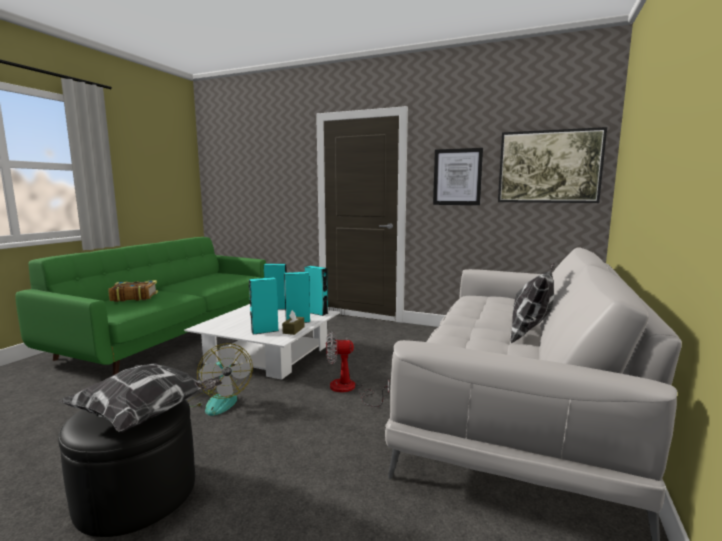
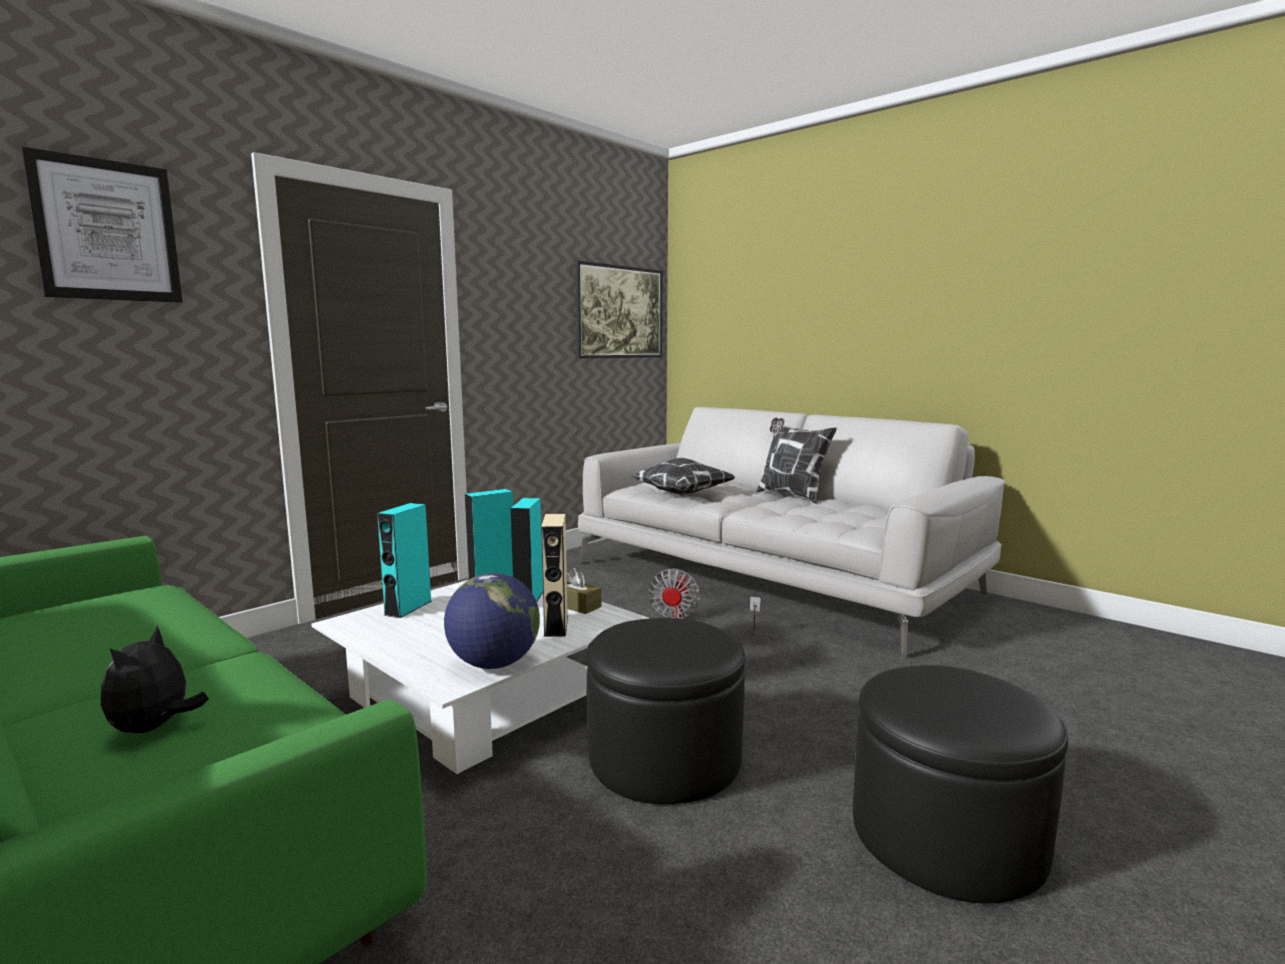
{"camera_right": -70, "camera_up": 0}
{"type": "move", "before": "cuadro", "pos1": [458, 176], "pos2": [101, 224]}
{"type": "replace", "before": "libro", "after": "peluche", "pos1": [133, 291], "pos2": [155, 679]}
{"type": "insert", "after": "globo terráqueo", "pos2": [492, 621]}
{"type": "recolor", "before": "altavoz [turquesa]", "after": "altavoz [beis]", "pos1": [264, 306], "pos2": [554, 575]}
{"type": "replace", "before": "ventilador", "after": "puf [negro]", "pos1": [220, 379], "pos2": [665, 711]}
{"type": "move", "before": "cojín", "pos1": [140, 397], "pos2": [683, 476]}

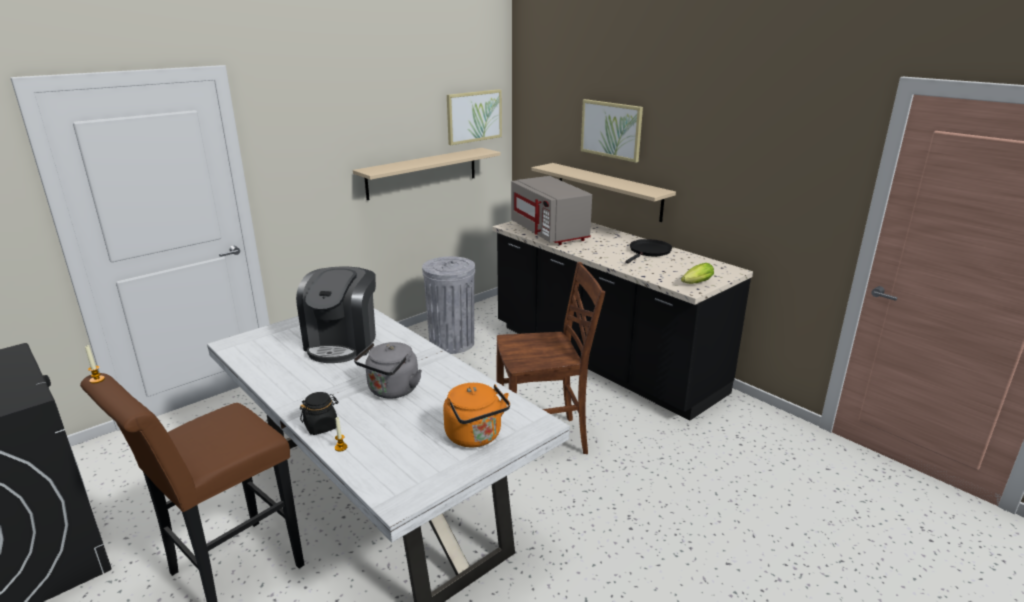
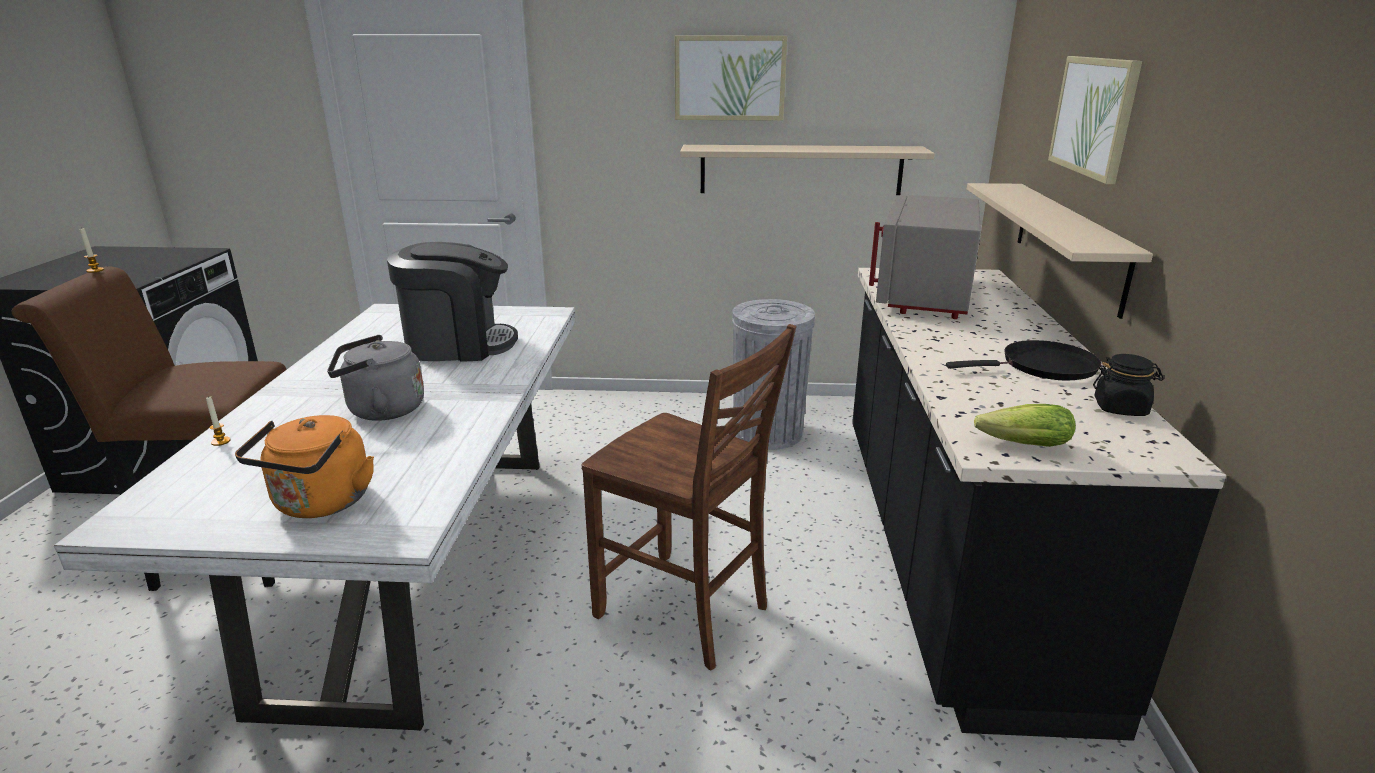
{"camera_right": 45, "camera_up": 0}
{"type": "rotate", "before": "cafetera", "pos1": [336, 315], "pos2": [452, 302], "turn": -150}
{"type": "move", "before": "cuadro", "pos1": [474, 117], "pos2": [731, 78]}
{"type": "move", "before": "tarro [negro]", "pos1": [319, 413], "pos2": [1128, 385]}

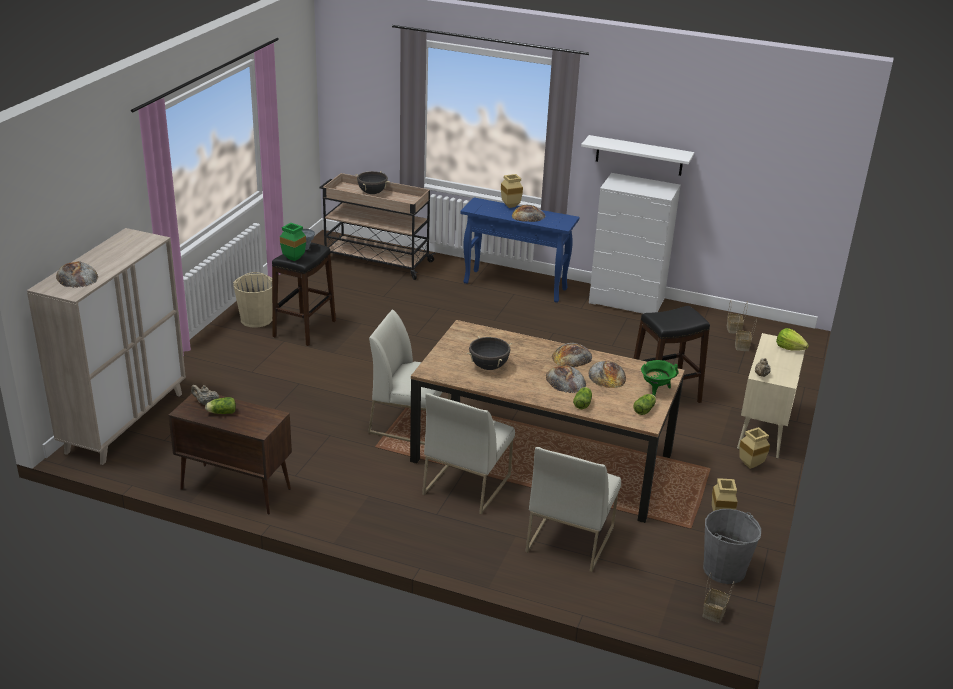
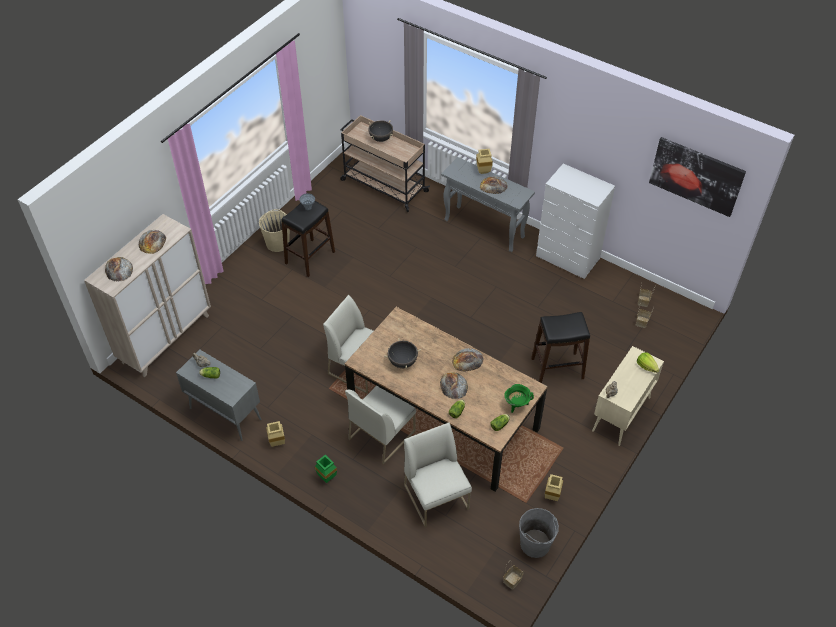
{"camera_right": 15, "camera_up": 20}
{"type": "move", "before": "pan", "pos1": [607, 374], "pos2": [152, 242]}
{"type": "recolor", "before": "armario [marrón]", "after": "armario [gris]", "pos1": [230, 452], "pos2": [219, 395]}
{"type": "move", "before": "florero [beis]", "pos1": [754, 448], "pos2": [275, 434]}
{"type": "move", "before": "florero [verde]", "pos1": [293, 242], "pos2": [326, 469]}
{"type": "rotate", "before": "silla [blanco]", "pos1": [573, 509], "pos2": [438, 474], "turn": 120}
{"type": "recolor", "before": "mesa consola [azul]", "after": "mesa consola [gris]", "pos1": [519, 250], "pos2": [488, 204]}
{"type": "insert", "after": "cuadro", "pos2": [697, 177]}
{"type": "delete", "before": "estante [blanco]", "pos1": [637, 155]}

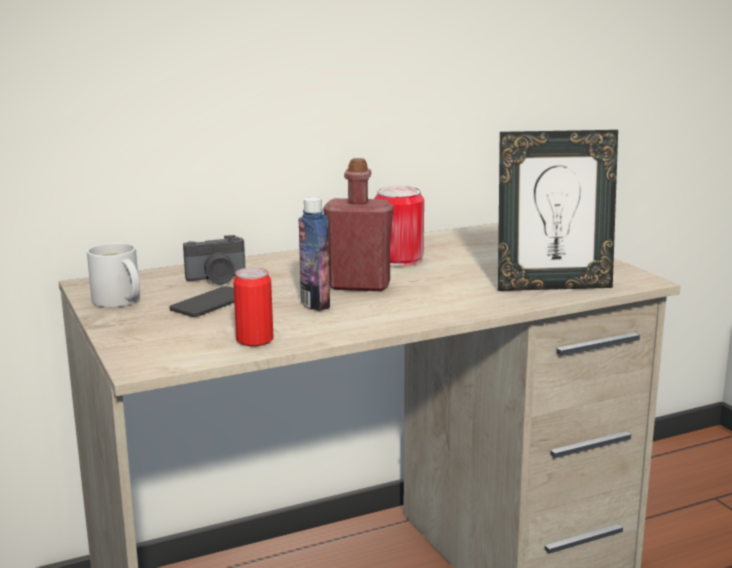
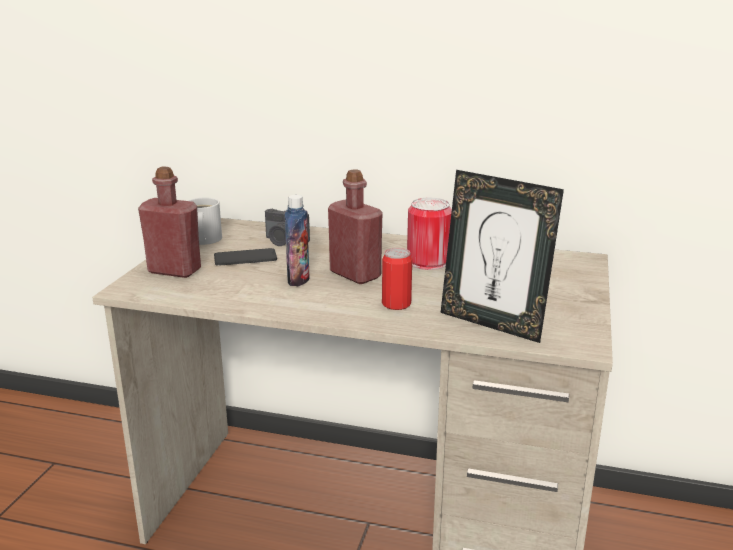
{"camera_right": 40, "camera_up": 5}
{"type": "insert", "after": "botella [rojo]", "pos2": [169, 222]}
{"type": "move", "before": "lata", "pos1": [253, 306], "pos2": [397, 279]}

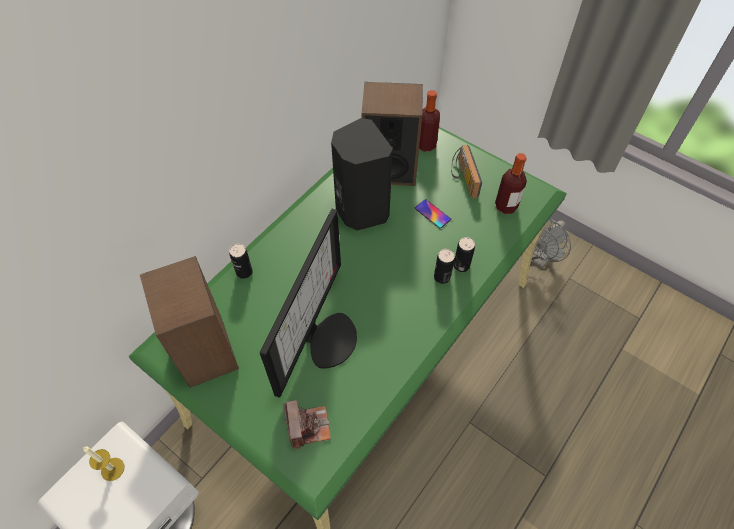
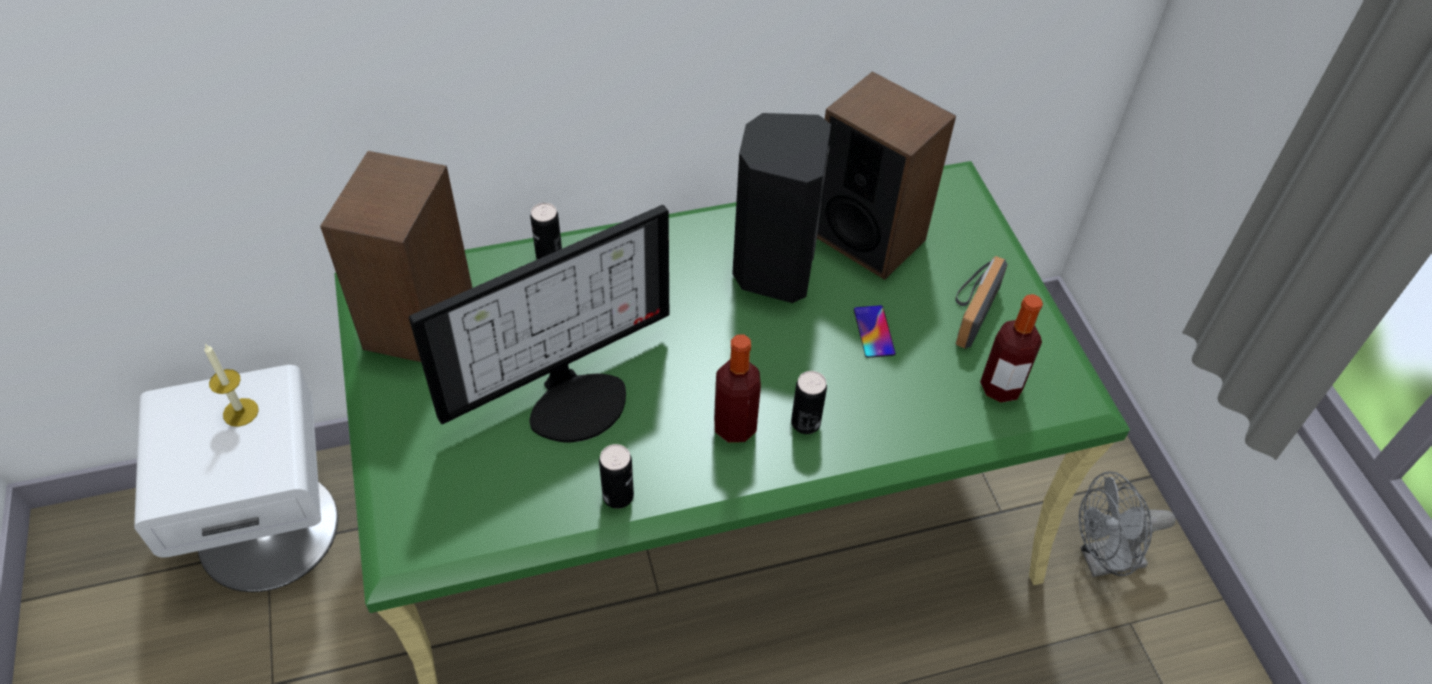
{"camera_right": 35, "camera_up": -5}
{"type": "move", "before": "lata", "pos1": [464, 254], "pos2": [616, 476]}
{"type": "move", "before": "botella", "pos1": [429, 121], "pos2": [737, 388]}
{"type": "delete", "before": "cámara", "pos1": [307, 424]}

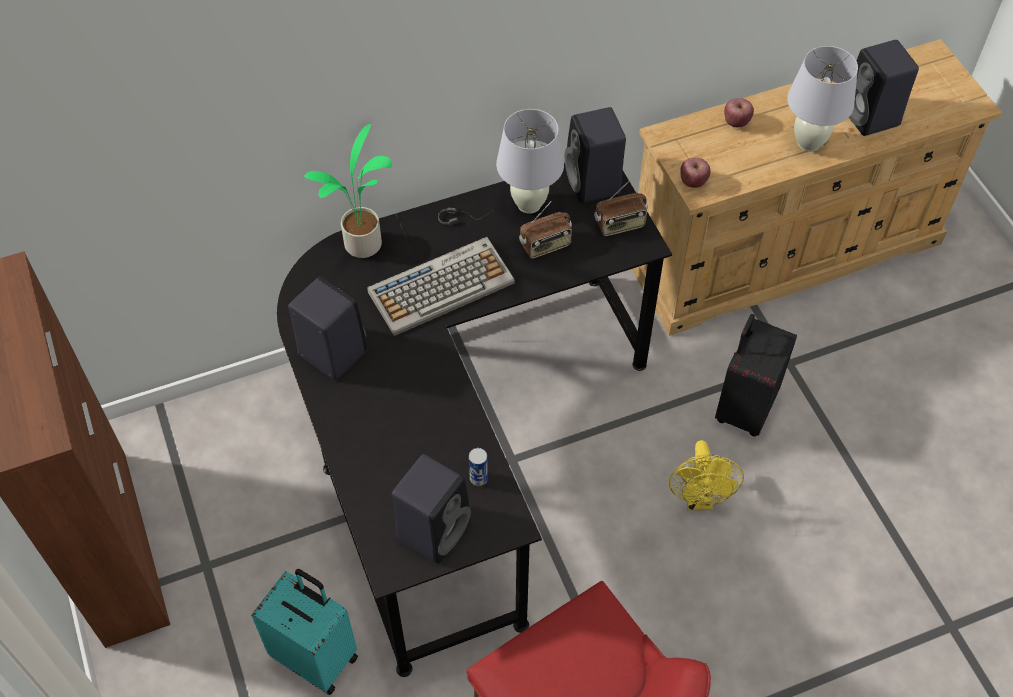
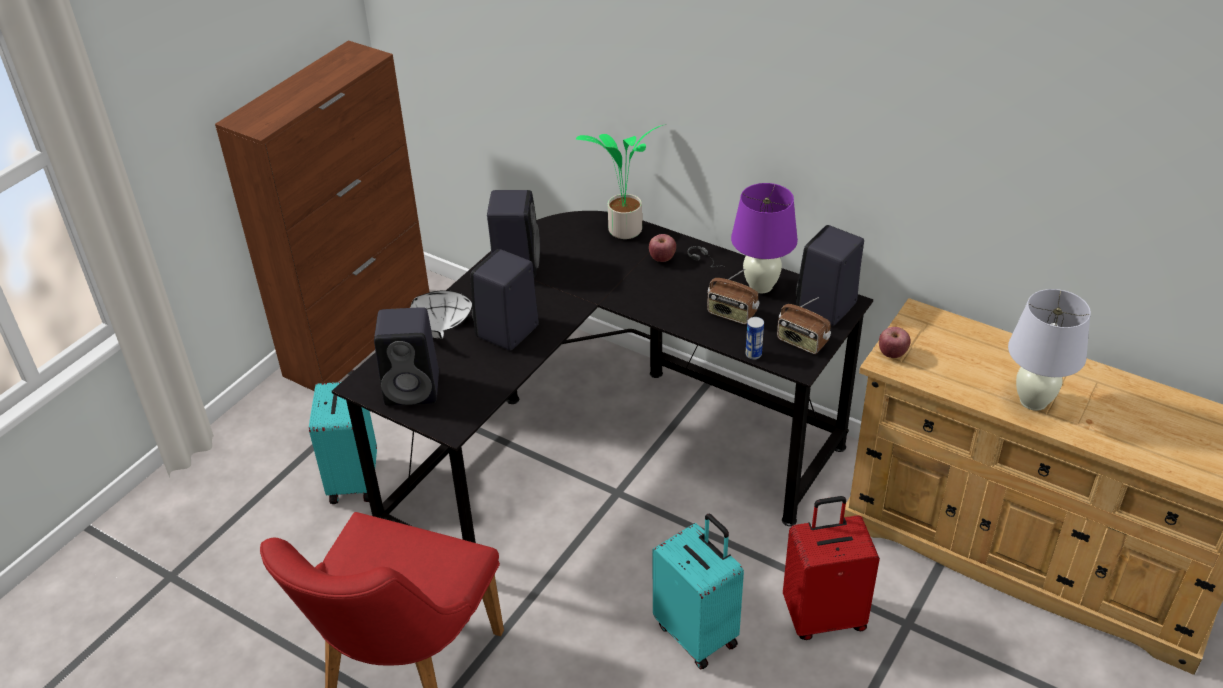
{"camera_right": 55, "camera_up": -15}
{"type": "insert", "after": "cuenco [blanco]", "pos2": [441, 314]}
{"type": "move", "before": "altavoz [negro]", "pos1": [884, 88], "pos2": [505, 299]}
{"type": "move", "before": "manzana", "pos1": [739, 112], "pos2": [662, 248]}
{"type": "replace", "before": "ventilador [amarillo]", "after": "maleta [turquesa]", "pos1": [706, 475], "pos2": [698, 591]}
{"type": "recolor", "before": "lámpara de mesa [blanco]", "after": "lámpara de mesa [morado]", "pos1": [530, 161], "pos2": [764, 238]}
{"type": "move", "before": "lata", "pos1": [478, 467], "pos2": [754, 338]}
{"type": "recolor", "before": "maleta [negro]", "after": "maleta [rojo]", "pos1": [756, 375], "pos2": [831, 568]}
{"type": "delete", "before": "teclado", "pos1": [441, 286]}

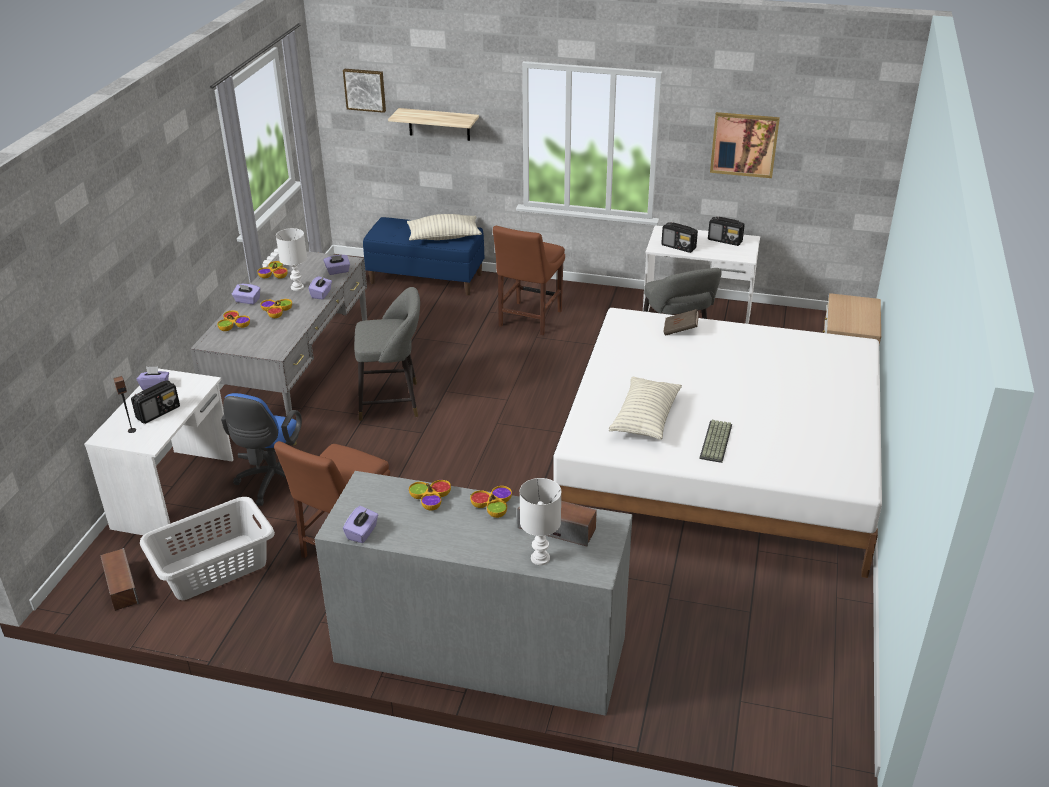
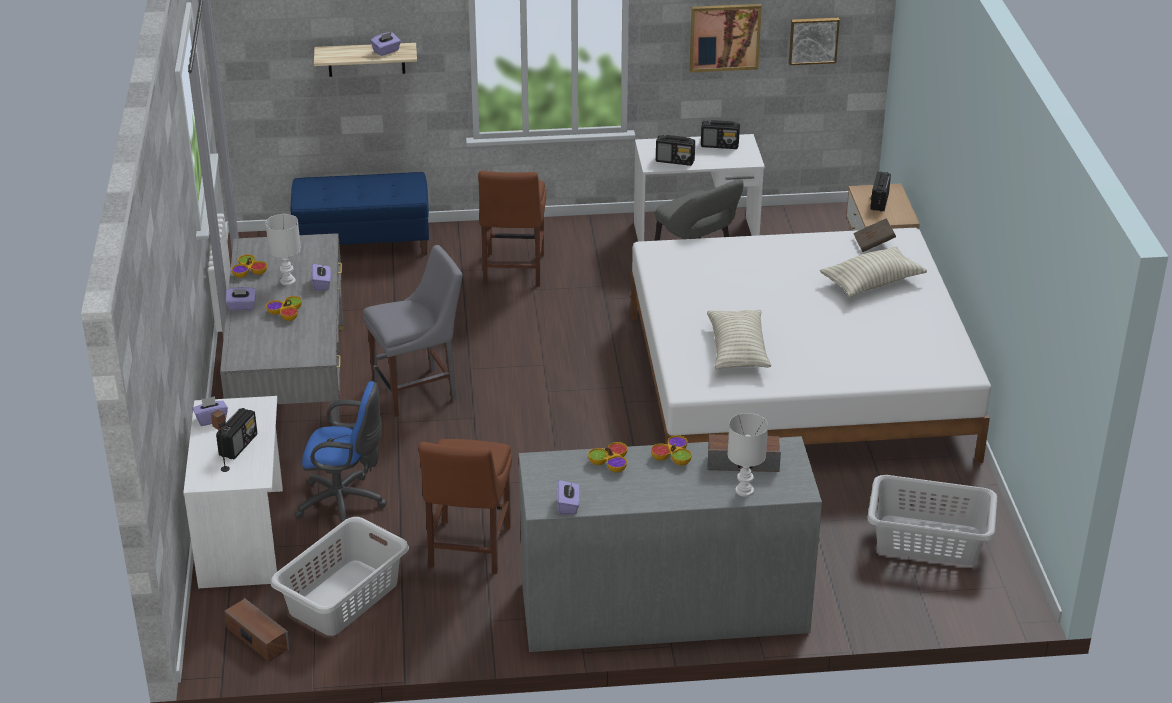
{"camera_right": -20, "camera_up": 0}
{"type": "rotate", "before": "silla de oficina [azul]", "pos1": [261, 449], "pos2": [340, 452], "turn": -75}
{"type": "replace", "before": "taburete [gris]", "after": "silla [gris]", "pos1": [387, 354], "pos2": [413, 331]}
{"type": "move", "before": "caja de pañuelos [morado]", "pos1": [336, 265], "pos2": [385, 44]}
{"type": "move", "before": "cuadro", "pos1": [364, 91], "pos2": [814, 41]}
{"type": "move", "before": "cojín", "pos1": [444, 227], "pos2": [873, 271]}
{"type": "move", "before": "libro [marrón]", "pos1": [681, 322], "pos2": [874, 235]}
{"type": "insert", "after": "cesto de la ropa [gris]", "pos2": [932, 520]}
{"type": "insert", "after": "radio", "pos2": [880, 191]}
{"type": "delete", "before": "cuenco", "pos1": [233, 320]}
{"type": "delete", "before": "teclado", "pos1": [715, 441]}

